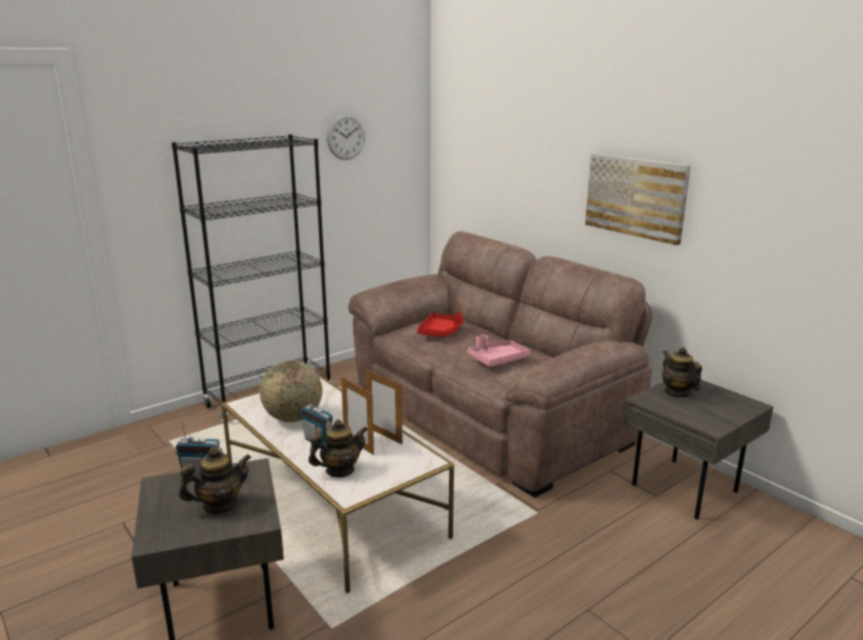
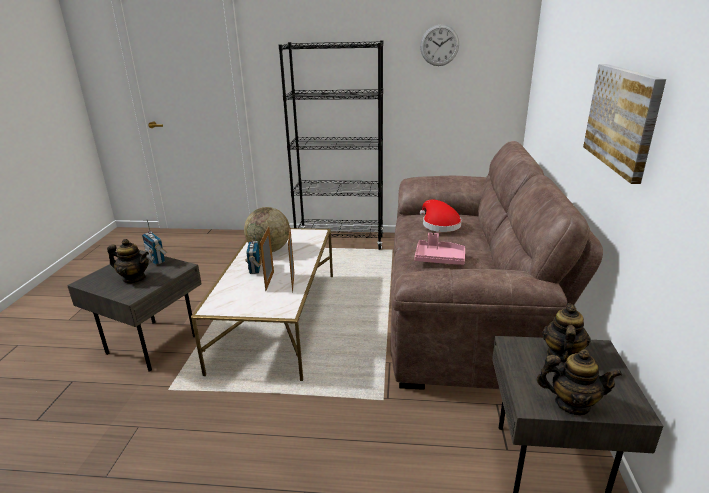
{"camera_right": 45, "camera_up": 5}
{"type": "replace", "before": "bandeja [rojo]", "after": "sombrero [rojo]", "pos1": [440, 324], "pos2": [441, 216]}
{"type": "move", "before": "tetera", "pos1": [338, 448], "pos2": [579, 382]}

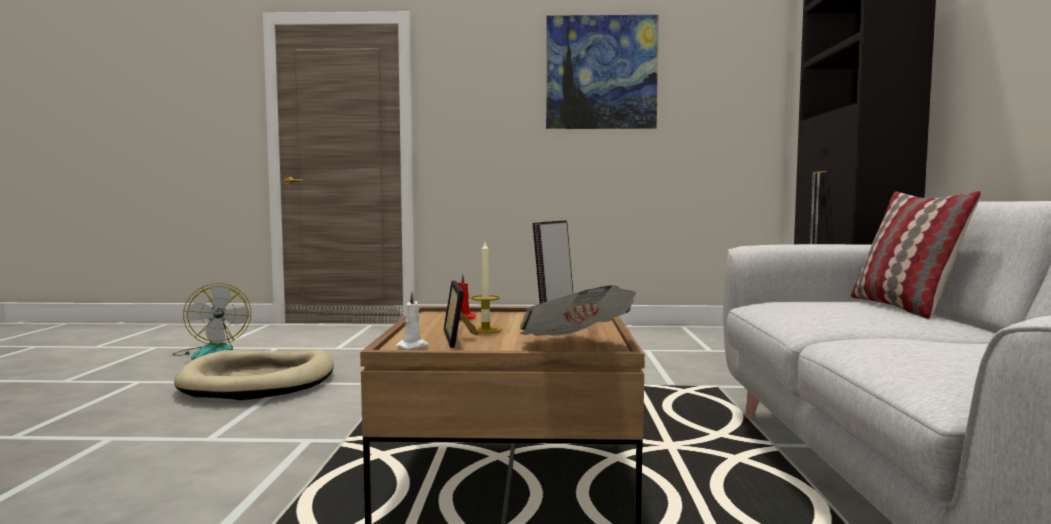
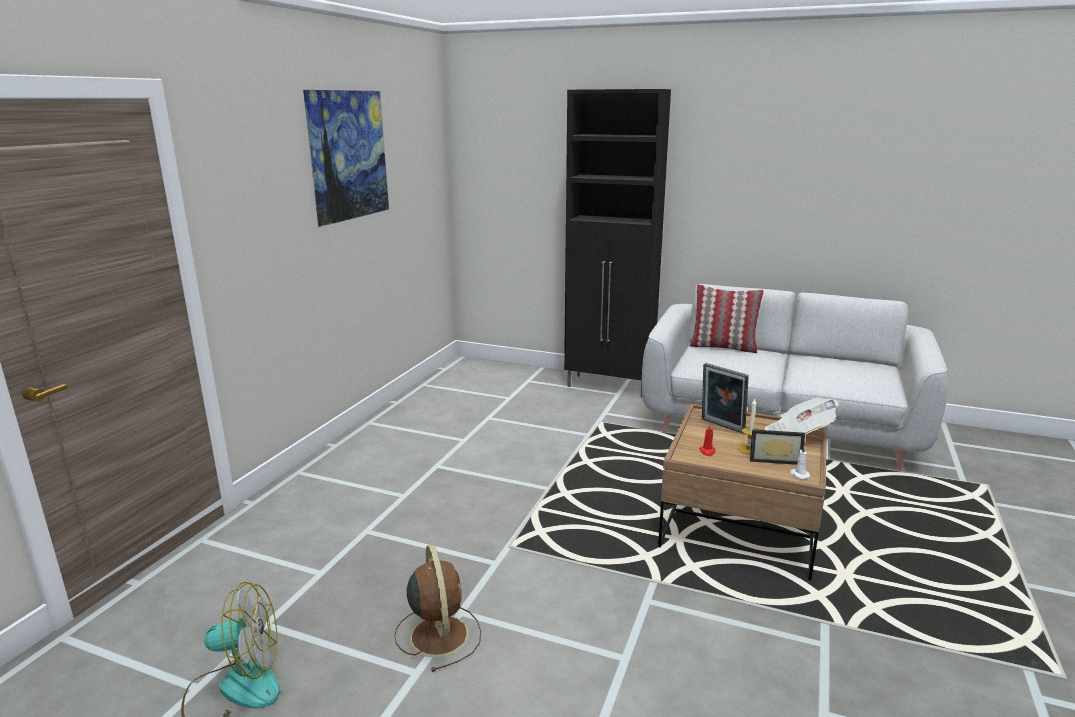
{"camera_right": -70, "camera_up": 15}
{"type": "replace", "before": "cama para perro [beis]", "after": "ventilador [marrón]", "pos1": [254, 375], "pos2": [437, 608]}

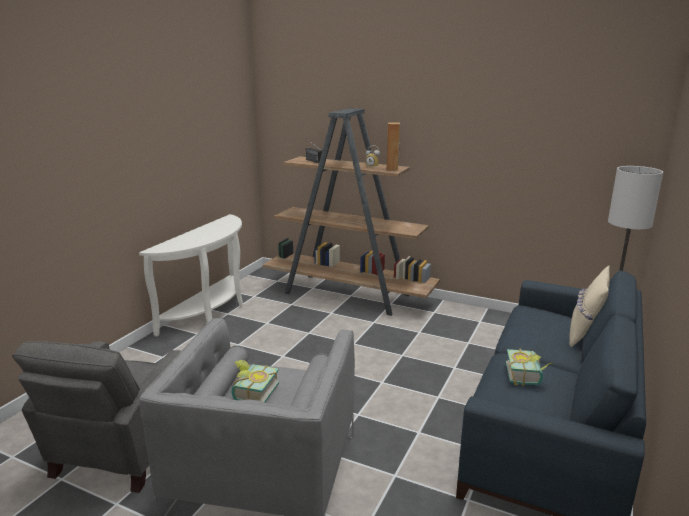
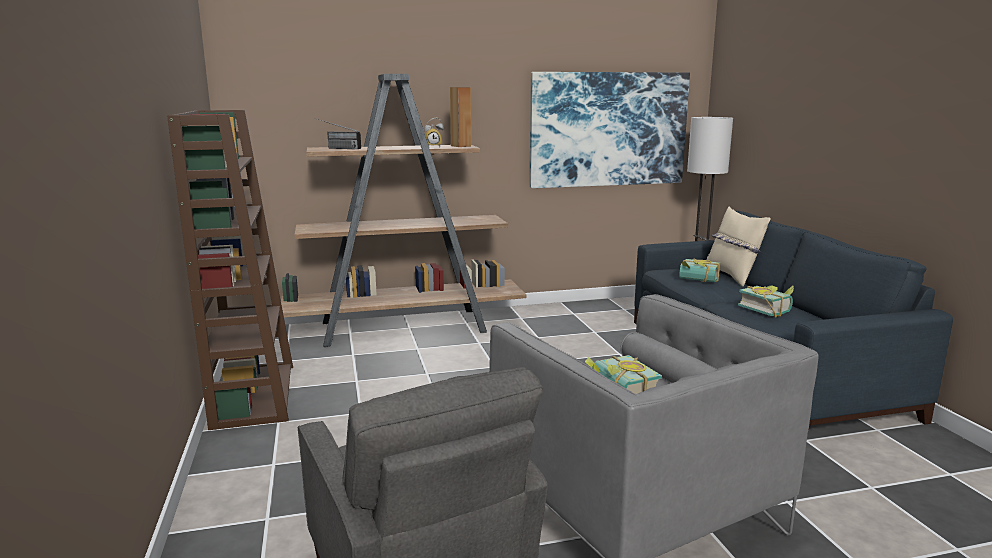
{"camera_right": -40, "camera_up": -5}
{"type": "replace", "before": "mesa consola [blanco]", "after": "estantería [marrón]", "pos1": [191, 275], "pos2": [230, 270]}
{"type": "insert", "after": "cuadro", "pos2": [610, 130]}
{"type": "insert", "after": "libro", "pos2": [700, 270]}

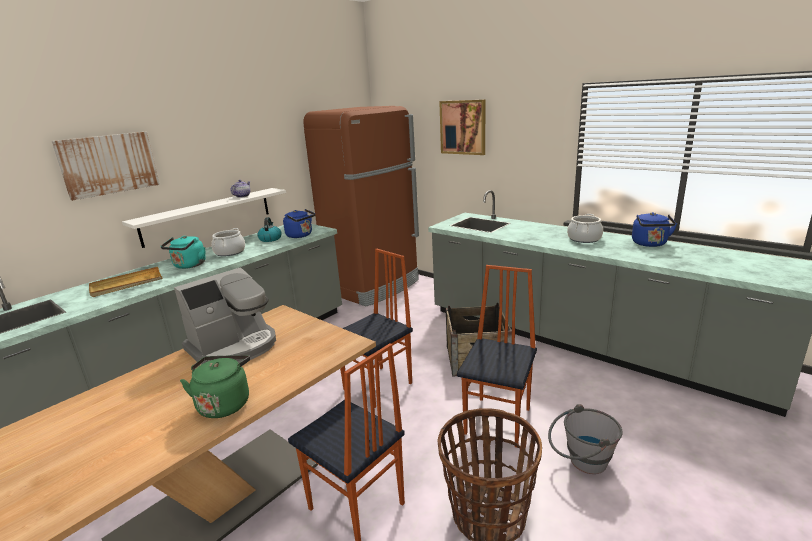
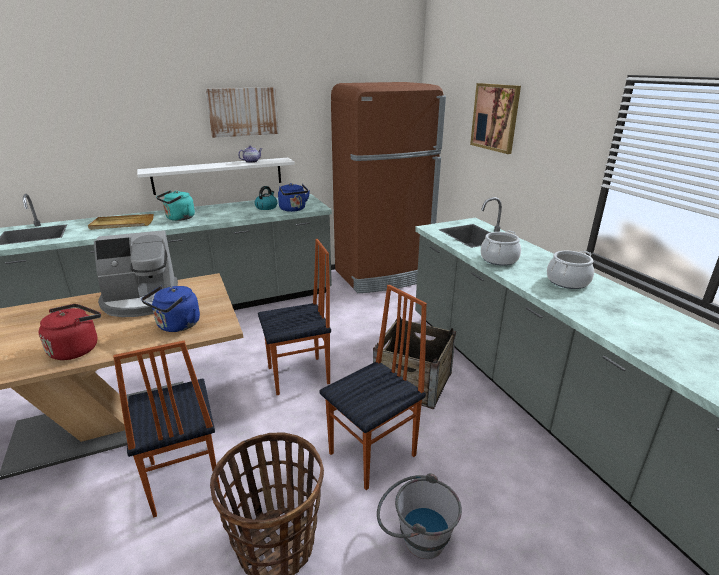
{"camera_right": 25, "camera_up": 5}
{"type": "recolor", "before": "hervidor [verde]", "after": "hervidor [rojo]", "pos1": [215, 386], "pos2": [70, 332]}
{"type": "move", "before": "hervidor [azul]", "pos1": [654, 229], "pos2": [170, 309]}
{"type": "move", "before": "cuadro", "pos1": [106, 166], "pos2": [242, 112]}
{"type": "move", "before": "olla", "pos1": [228, 242], "pos2": [501, 248]}

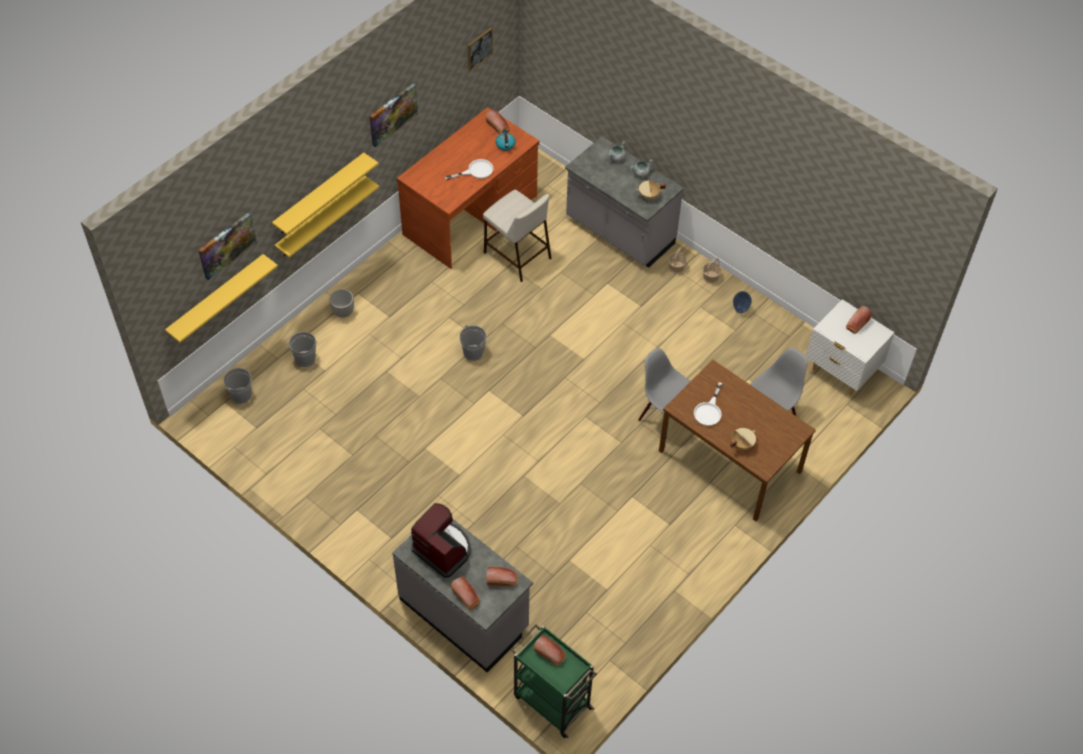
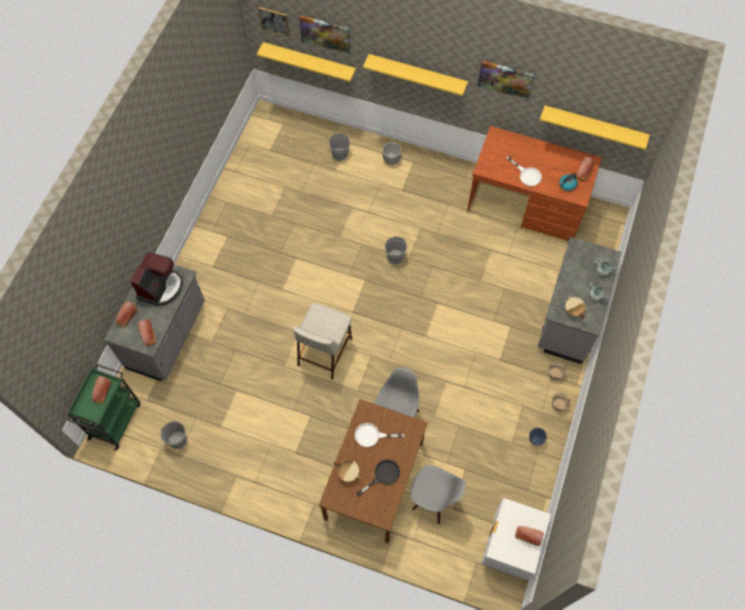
{"camera_right": 70, "camera_up": 10}
{"type": "move", "before": "cubo [gris]", "pos1": [238, 386], "pos2": [174, 435]}
{"type": "move", "before": "cuadro", "pos1": [480, 49], "pos2": [274, 22]}
{"type": "move", "before": "taburete [beis]", "pos1": [517, 236], "pos2": [322, 341]}
{"type": "insert", "after": "sartén [negro]", "pos2": [378, 478]}
{"type": "move", "before": "estante [amarillo]", "pos1": [327, 216], "pos2": [595, 127]}

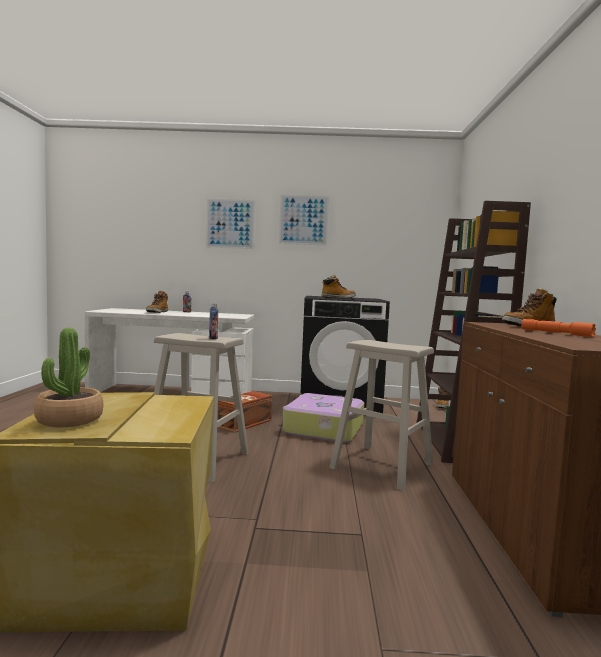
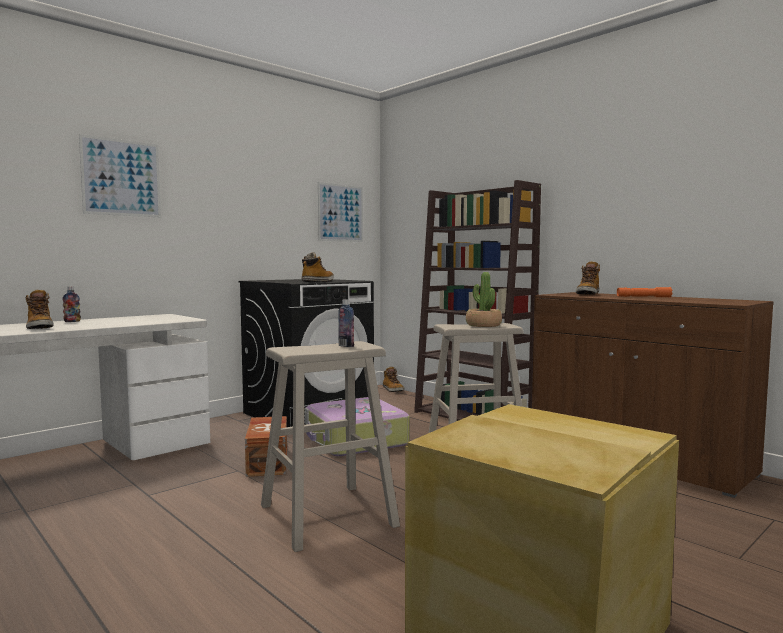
{"camera_right": -45, "camera_up": 0}
{"type": "move", "before": "cuadro", "pos1": [304, 220], "pos2": [340, 212]}
{"type": "move", "before": "planta en maceta", "pos1": [68, 377], "pos2": [484, 299]}

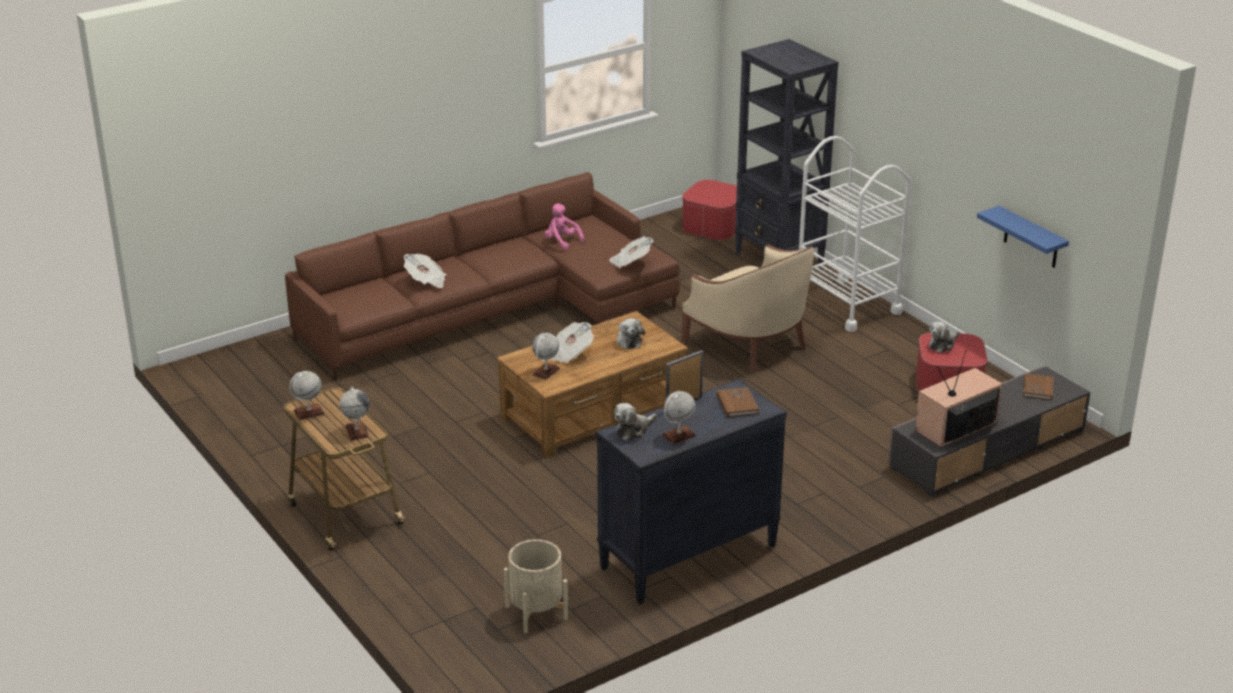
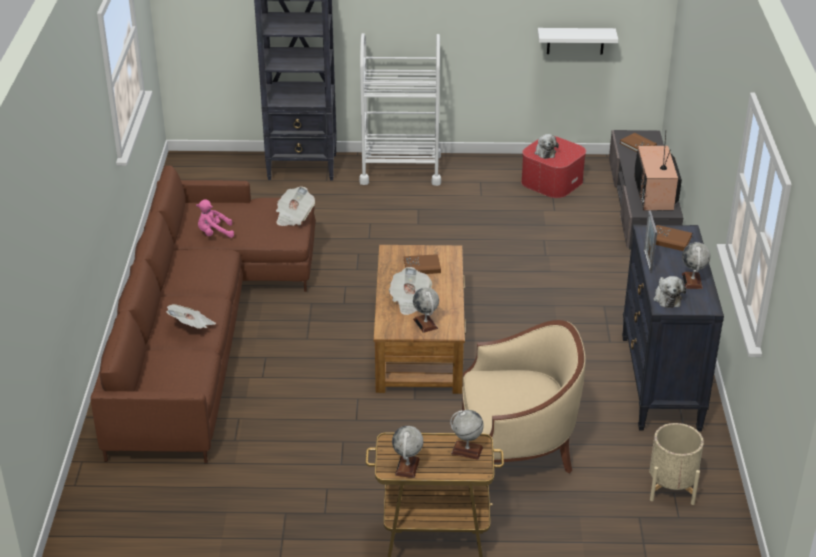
{"camera_right": -55, "camera_up": 5}
{"type": "replace", "before": "peluche", "after": "libro [marrón]", "pos1": [630, 333], "pos2": [422, 264]}
{"type": "move", "before": "sillón [beis]", "pos1": [748, 308], "pos2": [523, 396]}
{"type": "recolor", "before": "estante [azul]", "after": "estante [blanco]", "pos1": [1023, 237], "pos2": [577, 41]}
{"type": "delete", "before": "puf", "pos1": [709, 210]}

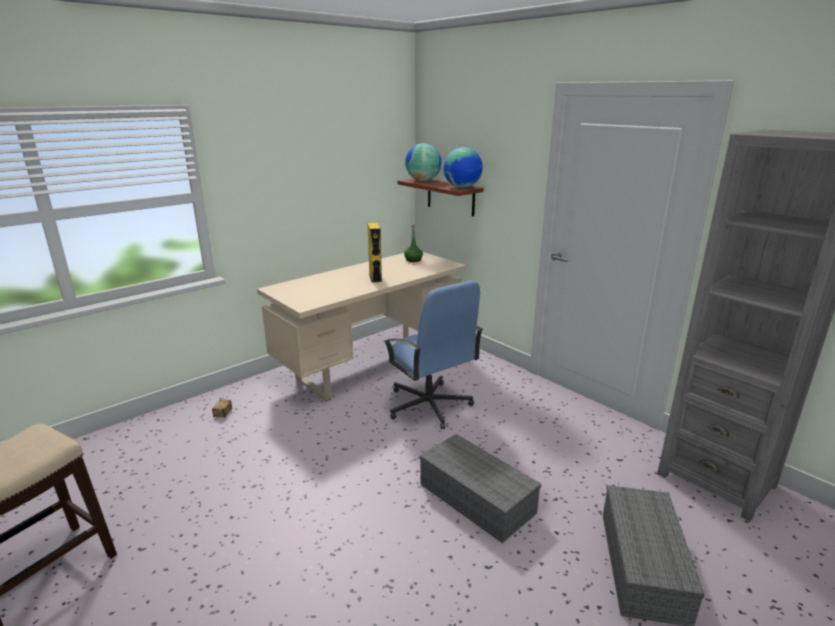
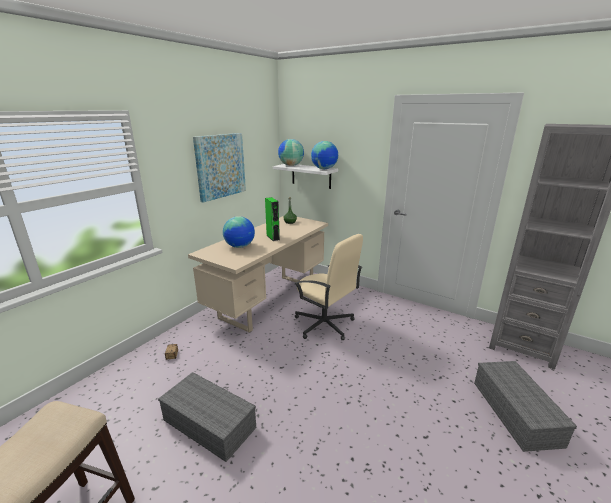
{"camera_right": -15, "camera_up": 0}
{"type": "move", "before": "caja de almacenaje [gris]", "pos1": [480, 488], "pos2": [207, 417]}
{"type": "insert", "after": "cuadro", "pos2": [219, 168]}
{"type": "insert", "after": "globo terráqueo", "pos2": [239, 232]}
{"type": "recolor", "before": "altavoz [amarillo]", "after": "altavoz [verde]", "pos1": [374, 253], "pos2": [272, 219]}
{"type": "recolor", "before": "estante [marrón]", "after": "estante [blanco]", "pos1": [441, 198], "pos2": [305, 176]}
{"type": "recolor", "before": "silla de oficina [azul]", "after": "silla de oficina [beis]", "pos1": [433, 355], "pos2": [328, 287]}

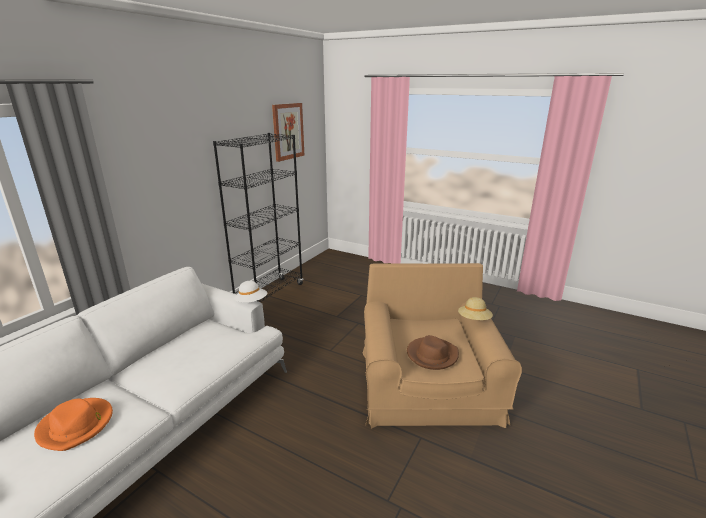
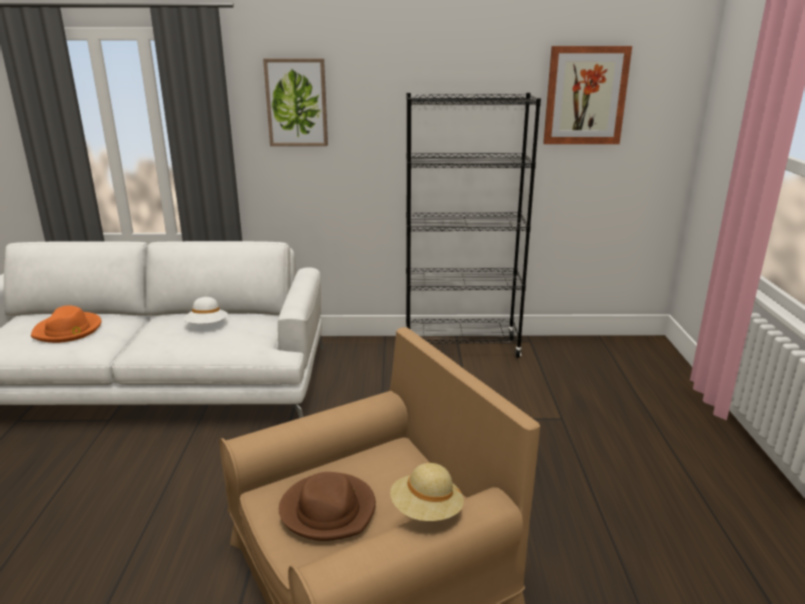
{"camera_right": 60, "camera_up": 0}
{"type": "move", "before": "sombrero [blanco]", "pos1": [250, 292], "pos2": [205, 310]}
{"type": "insert", "after": "cuadro", "pos2": [295, 102]}

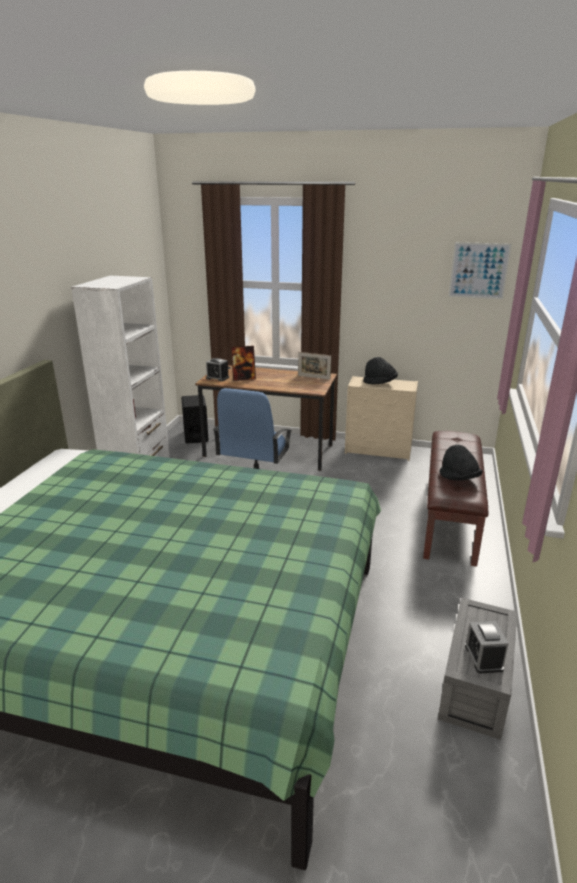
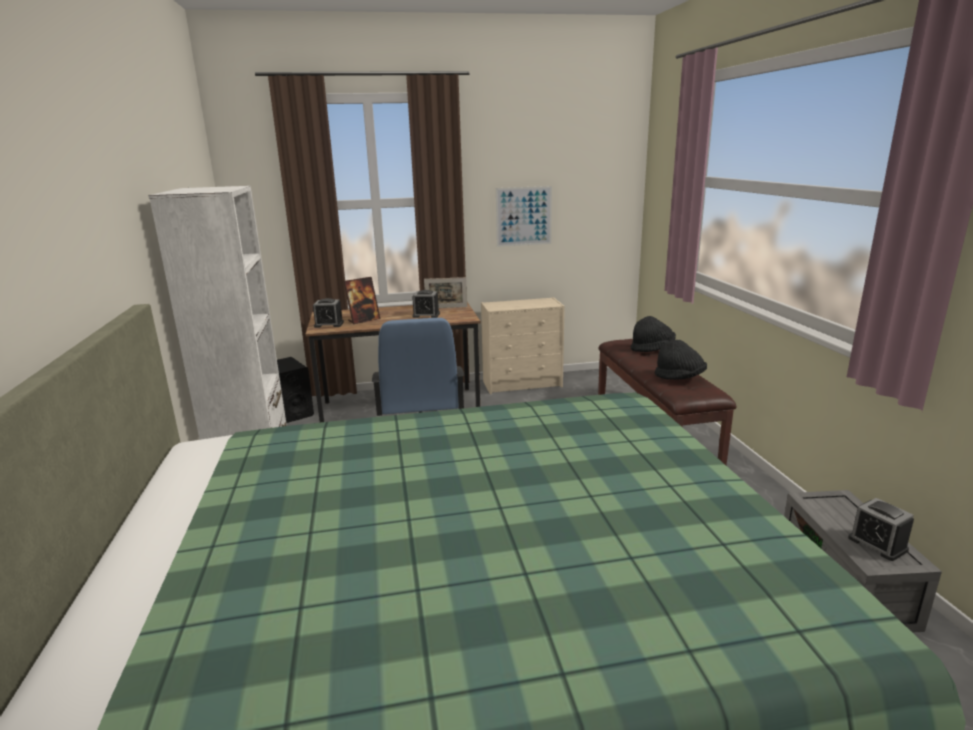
{"camera_right": -25, "camera_up": -5}
{"type": "insert", "after": "despertador", "pos2": [426, 304]}
{"type": "move", "before": "cuadro", "pos1": [480, 270], "pos2": [524, 216]}
{"type": "move", "before": "sombrero [negro]", "pos1": [380, 370], "pos2": [653, 334]}

